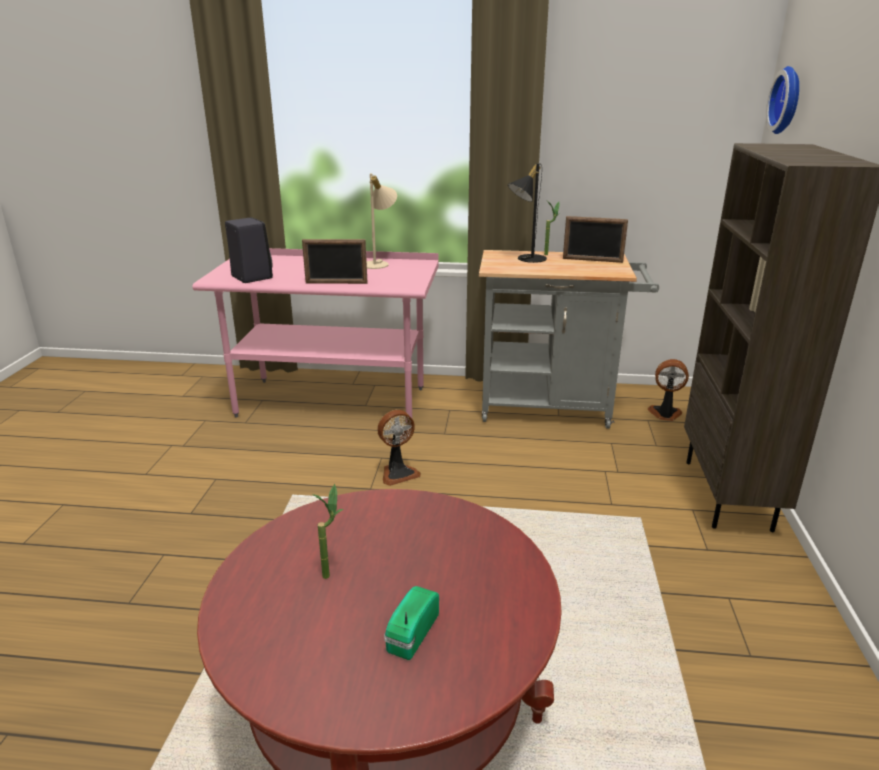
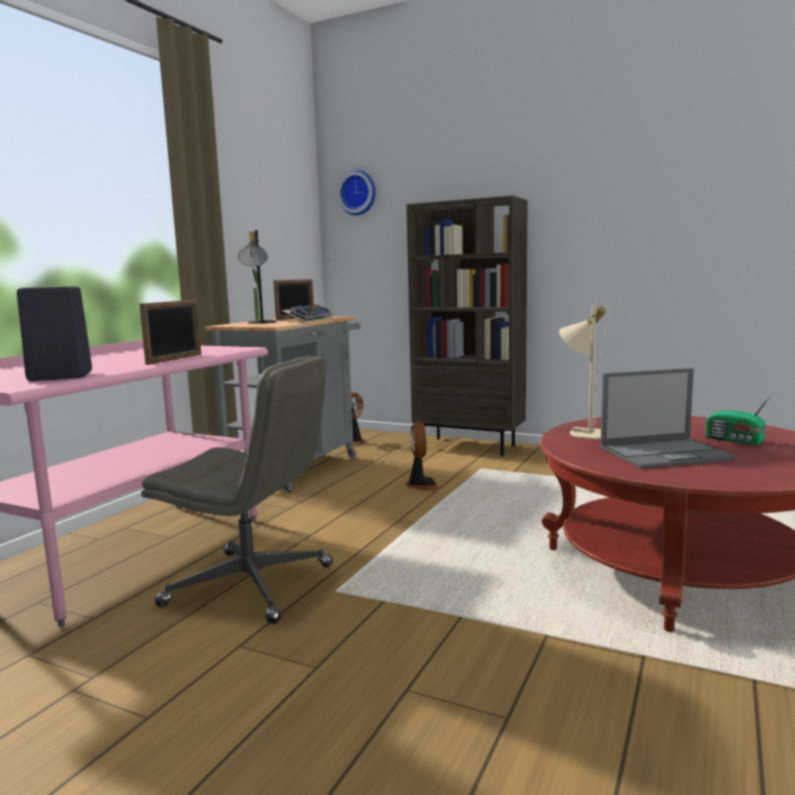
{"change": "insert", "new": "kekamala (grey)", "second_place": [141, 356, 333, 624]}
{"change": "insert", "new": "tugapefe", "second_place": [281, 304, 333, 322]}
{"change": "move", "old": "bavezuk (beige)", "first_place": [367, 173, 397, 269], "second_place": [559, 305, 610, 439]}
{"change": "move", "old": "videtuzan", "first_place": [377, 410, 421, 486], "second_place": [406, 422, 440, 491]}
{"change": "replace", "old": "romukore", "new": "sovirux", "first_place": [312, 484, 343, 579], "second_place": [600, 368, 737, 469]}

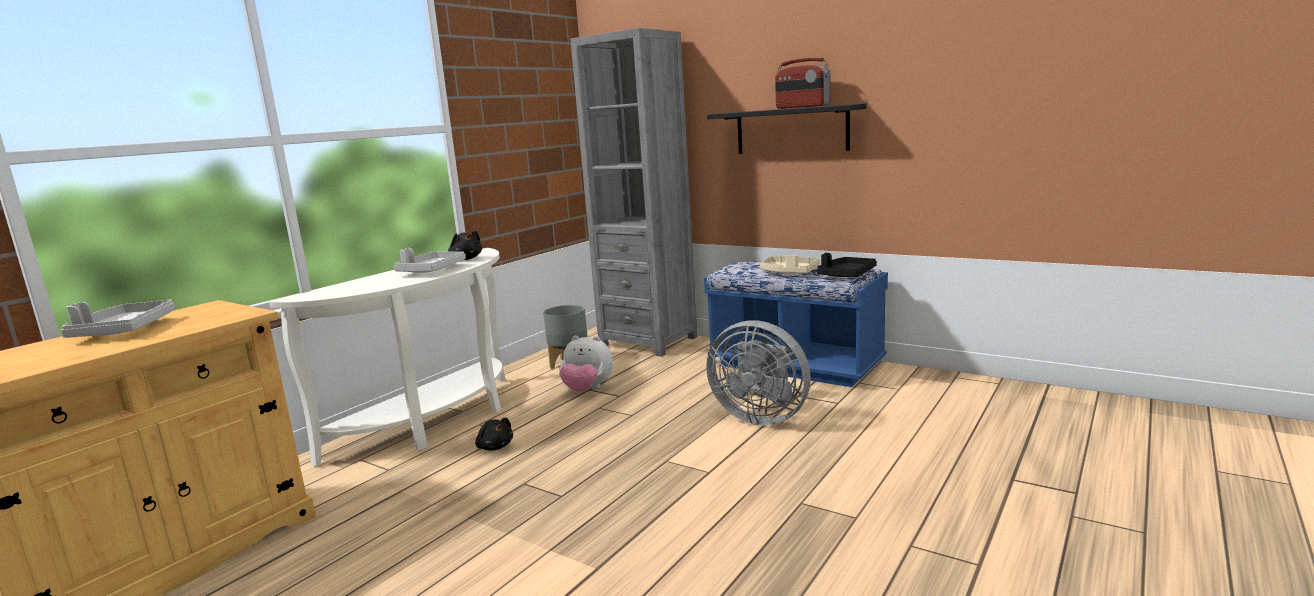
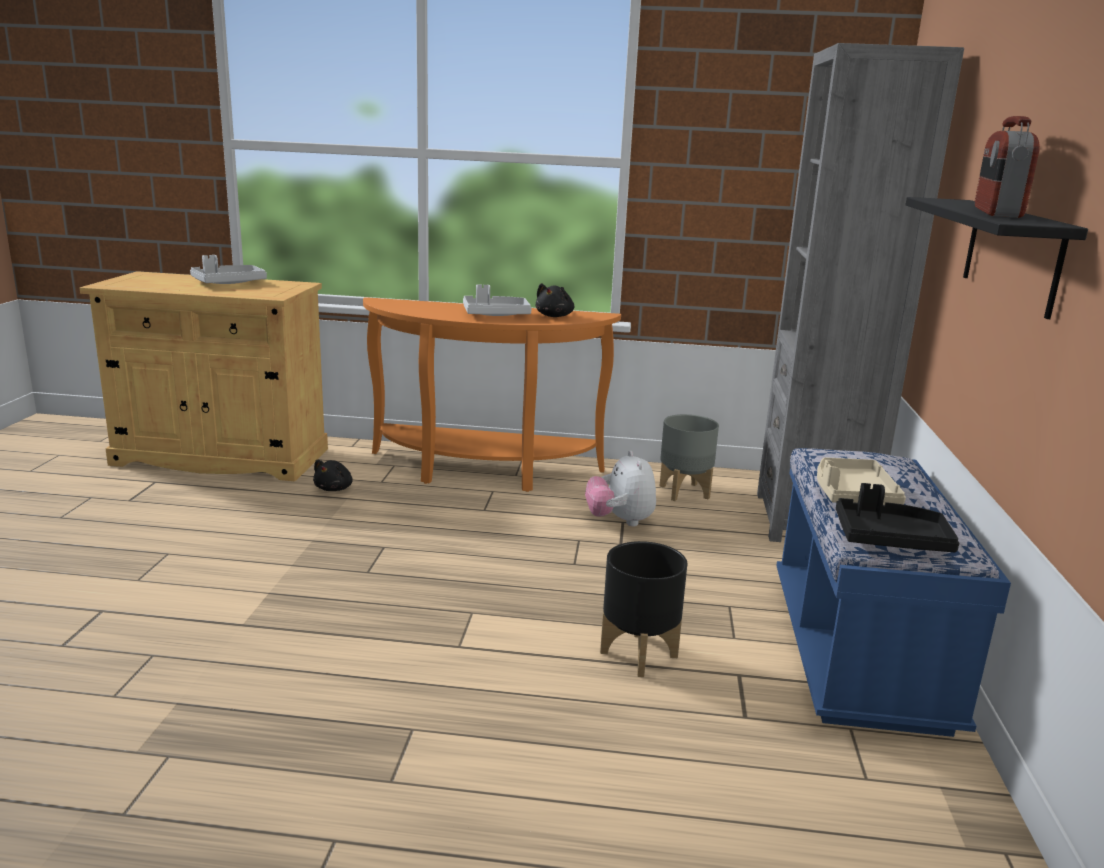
{"change": "move", "old": "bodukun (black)", "first_place": [475, 418, 513, 451], "second_place": [313, 460, 353, 491]}
{"change": "replace", "old": "videtuzan (grey)", "new": "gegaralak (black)", "first_place": [706, 320, 811, 425], "second_place": [600, 541, 688, 677]}
{"change": "recolor", "old": "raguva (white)", "new": "raguva (orange)", "first_place": [269, 248, 506, 467], "second_place": [363, 297, 621, 492]}

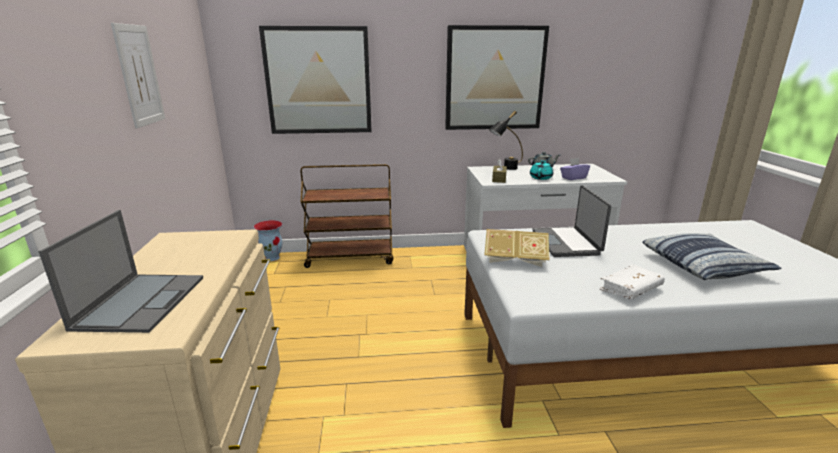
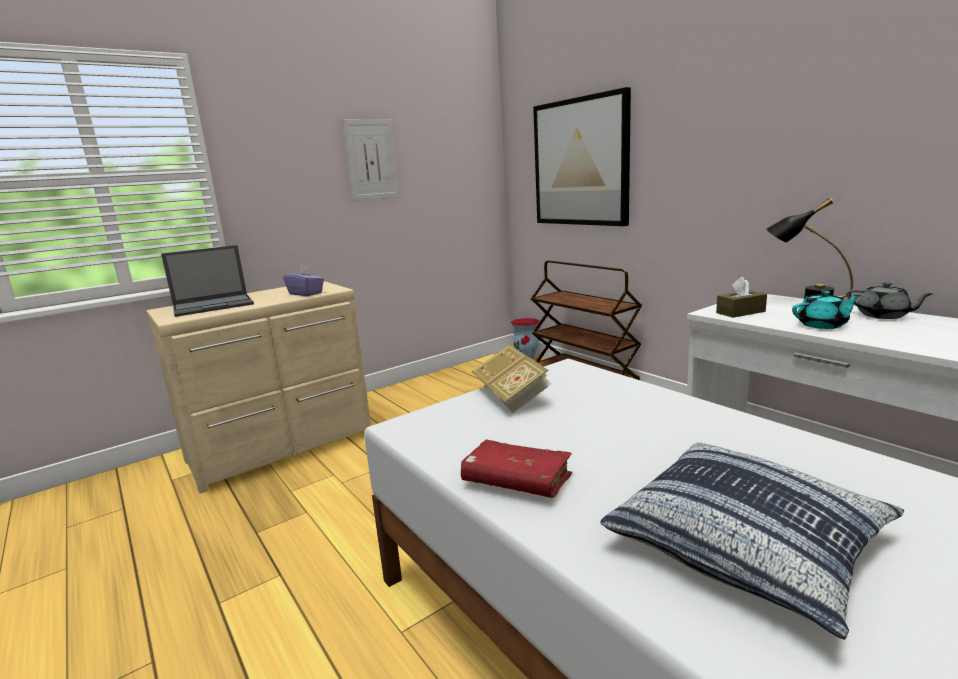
{"change": "delete", "old": "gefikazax", "first_place": [445, 25, 549, 130]}
{"change": "delete", "old": "sovirux", "first_place": [532, 185, 611, 257]}
{"change": "move", "old": "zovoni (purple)", "first_place": [560, 158, 590, 180], "second_place": [283, 265, 324, 296]}
{"change": "recolor", "old": "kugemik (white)", "new": "kugemik (red)", "first_place": [600, 264, 665, 300], "second_place": [461, 440, 572, 498]}

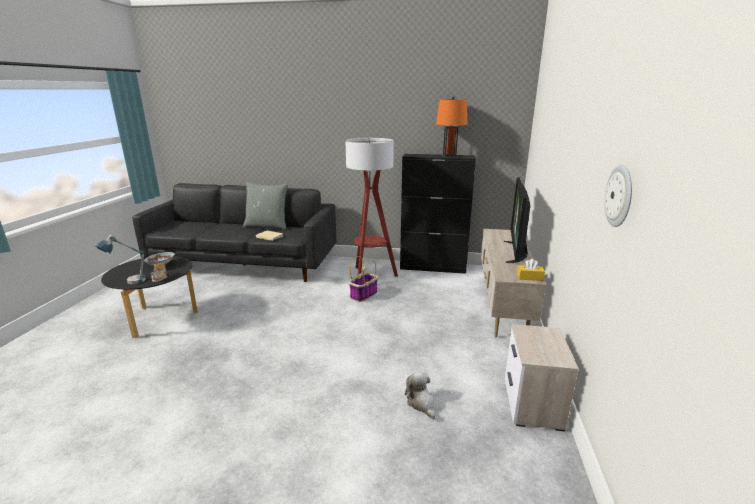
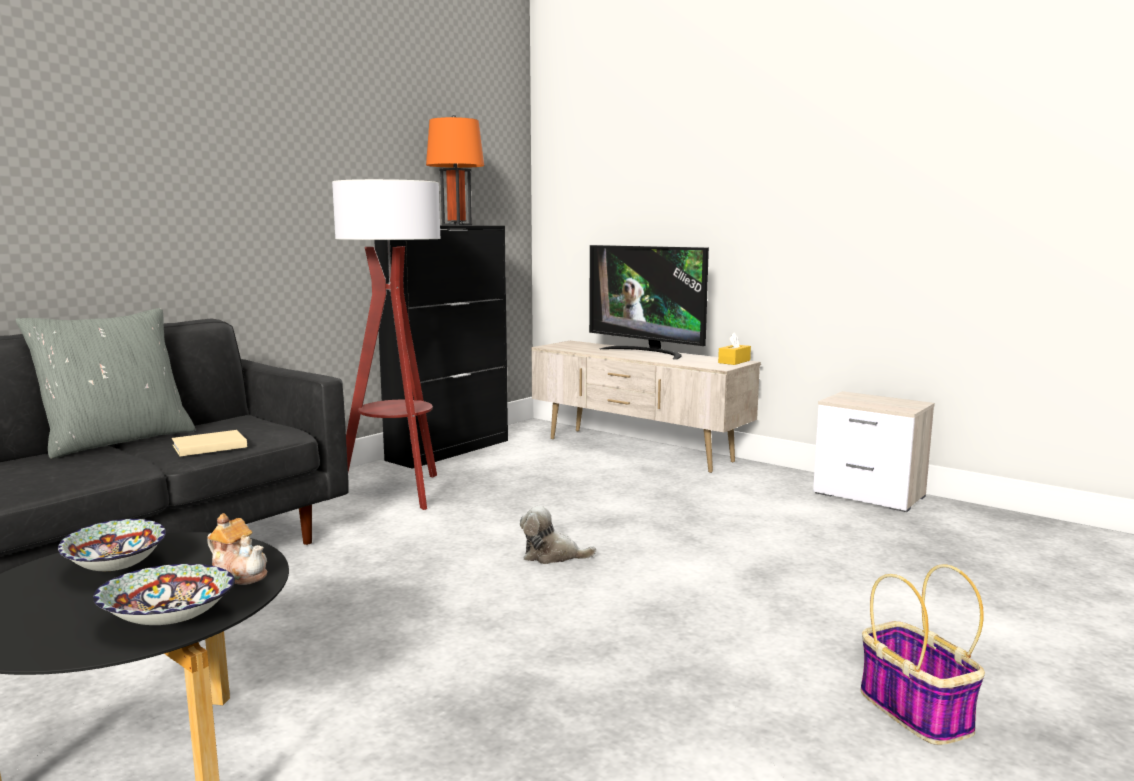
{"change": "delete", "old": "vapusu", "first_place": [605, 165, 632, 227]}
{"change": "move", "old": "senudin", "first_place": [349, 256, 378, 302], "second_place": [861, 564, 985, 745]}
{"change": "move", "old": "bodukun", "first_place": [405, 372, 435, 419], "second_place": [520, 506, 596, 564]}
{"change": "replace", "old": "bavezuk", "new": "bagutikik", "first_place": [95, 235, 146, 284], "second_place": [93, 564, 235, 625]}

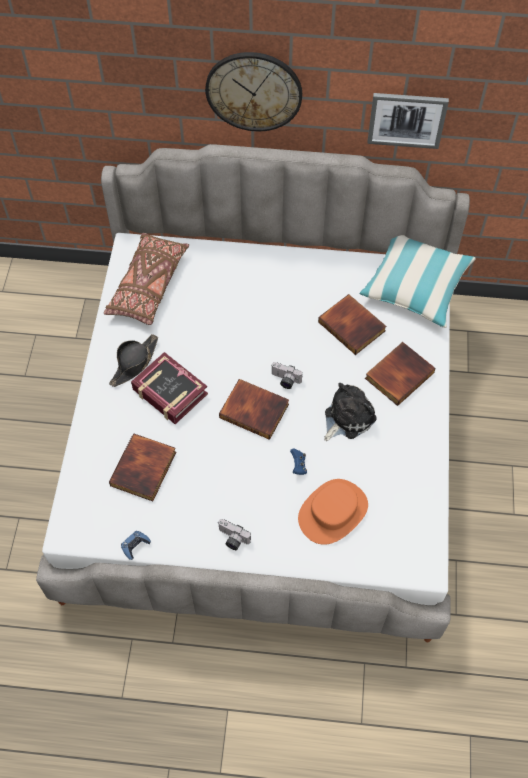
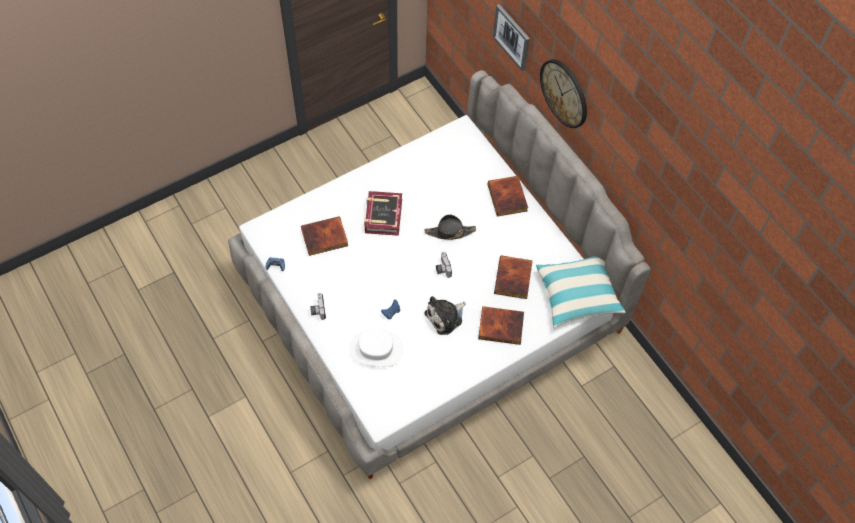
{"change": "delete", "old": "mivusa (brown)", "first_place": [104, 233, 189, 325]}
{"change": "move", "old": "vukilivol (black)", "first_place": [109, 334, 158, 387], "second_place": [425, 214, 476, 240]}
{"change": "move", "old": "kugemik", "first_place": [219, 379, 289, 440], "second_place": [488, 176, 528, 216]}
{"change": "move", "old": "gefikazax", "first_place": [367, 93, 449, 149], "second_place": [493, 4, 530, 71]}
{"change": "recolor", "old": "vukilivol (orange)", "new": "vukilivol (white)", "first_place": [298, 479, 368, 545], "second_place": [349, 329, 404, 367]}
{"change": "rotate", "old": "bodukun", "first_place": [324, 383, 377, 441], "second_place": [424, 296, 465, 335], "degrees": 135}

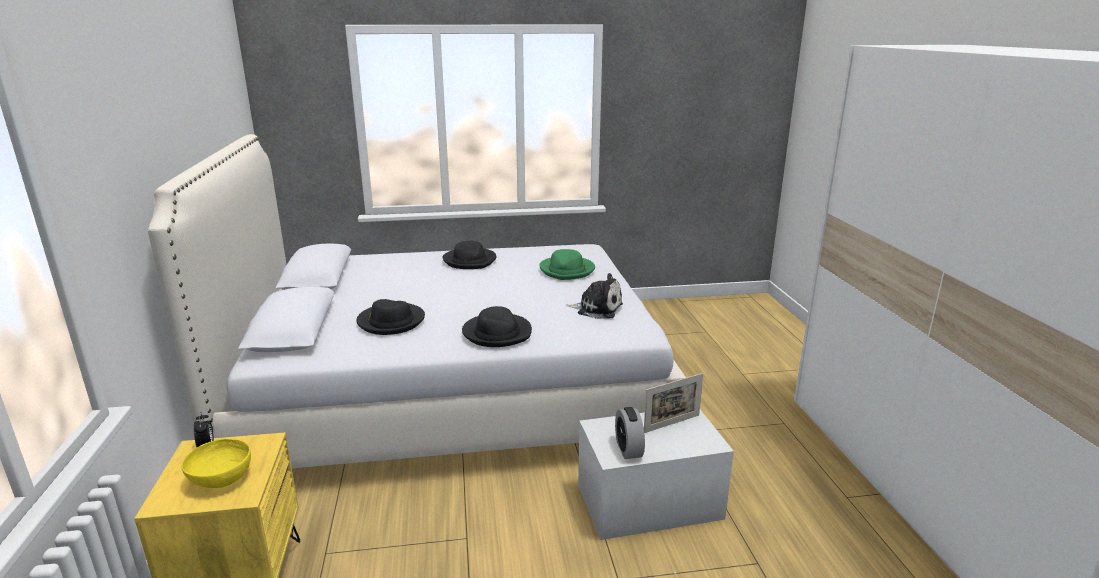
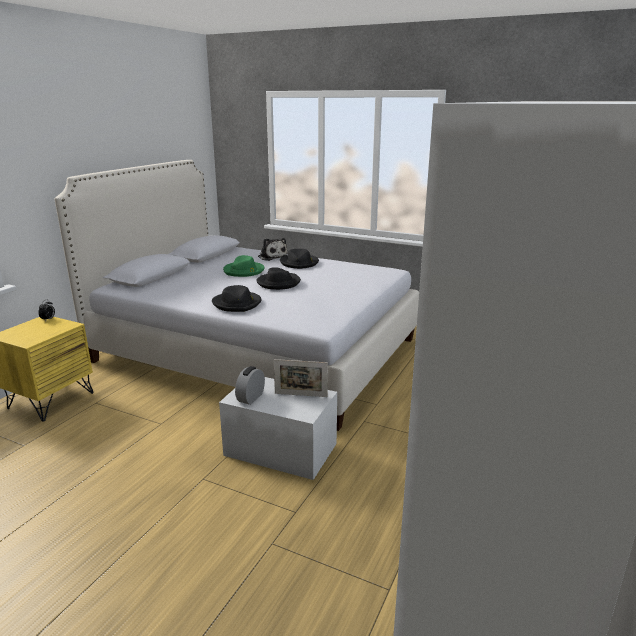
{"change": "delete", "old": "bagutikik (yellow)", "first_place": [181, 439, 251, 488]}
{"change": "move", "old": "vukilivol (black)", "first_place": [356, 299, 425, 335], "second_place": [256, 267, 301, 290]}
{"change": "move", "old": "vukilivol (green)", "first_place": [540, 249, 595, 280], "second_place": [223, 255, 265, 277]}
{"change": "move", "old": "bodukun", "first_place": [566, 273, 623, 319], "second_place": [258, 238, 287, 261]}

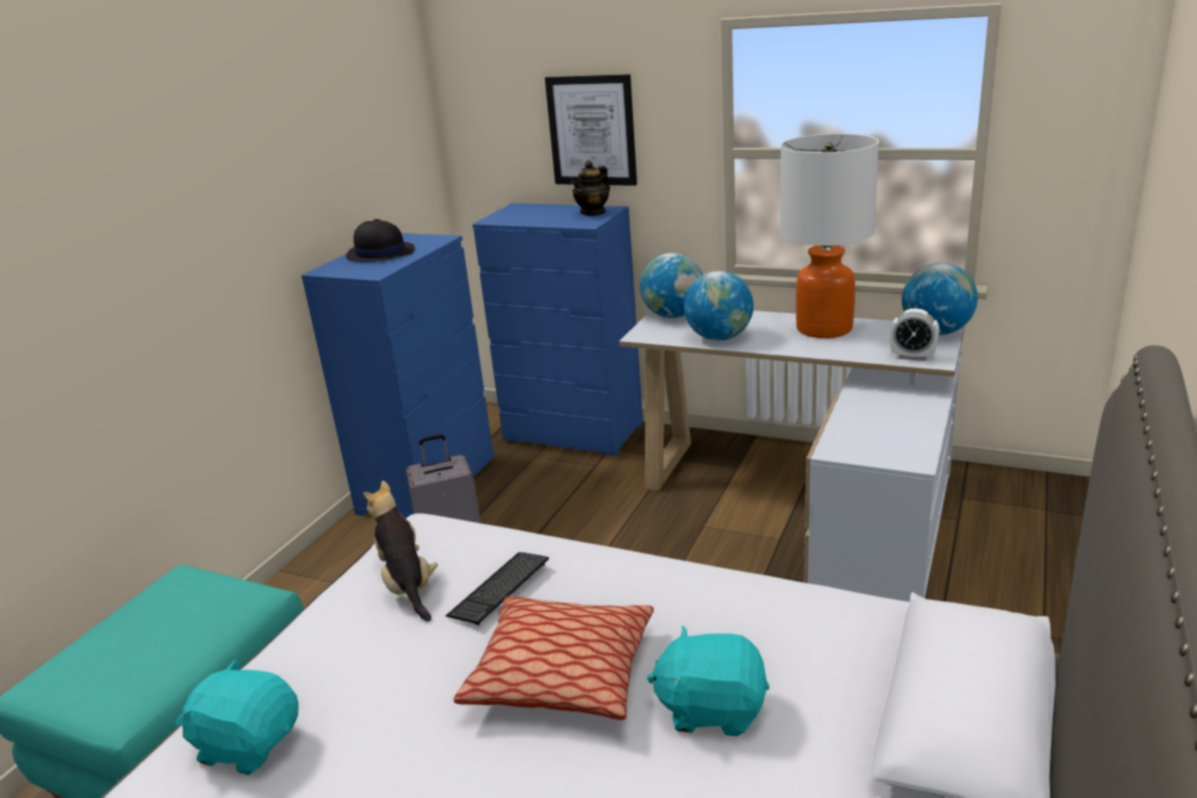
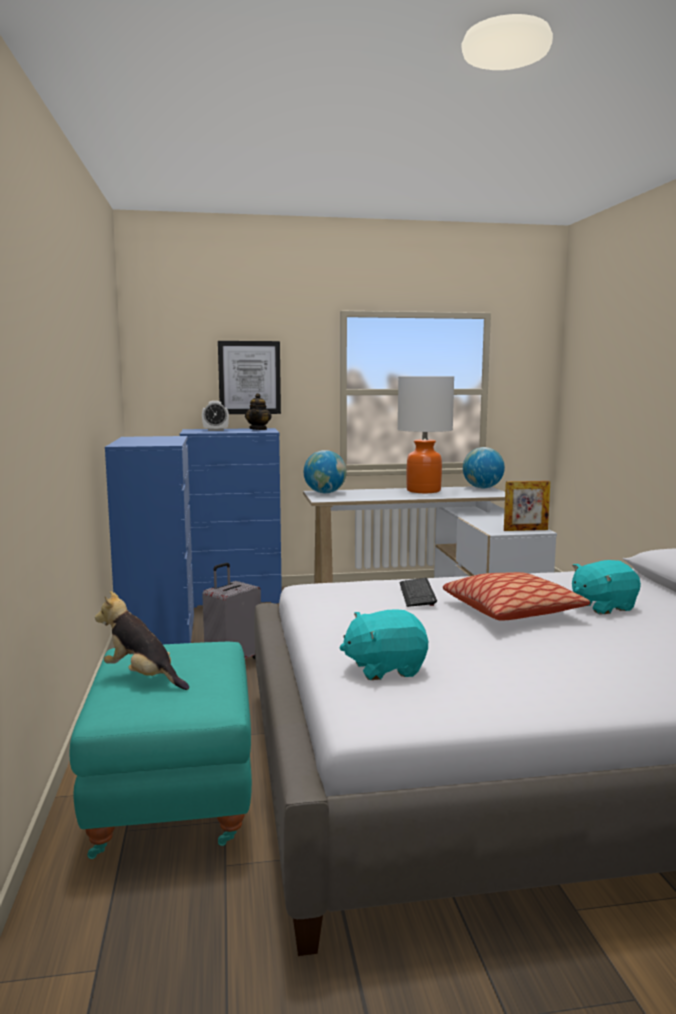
{"change": "delete", "old": "vukilivol (black)", "first_place": [346, 219, 415, 262]}
{"change": "delete", "old": "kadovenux", "first_place": [684, 271, 754, 341]}
{"change": "insert", "new": "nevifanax", "second_place": [504, 481, 550, 531]}
{"change": "move", "old": "bodukun", "first_place": [363, 481, 438, 622], "second_place": [95, 591, 189, 690]}
{"change": "move", "old": "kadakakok", "first_place": [890, 309, 939, 361], "second_place": [202, 401, 229, 431]}

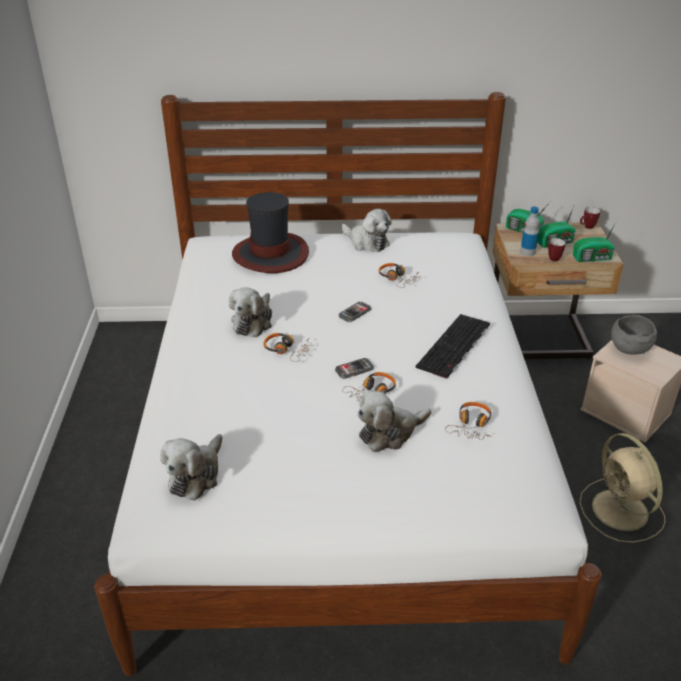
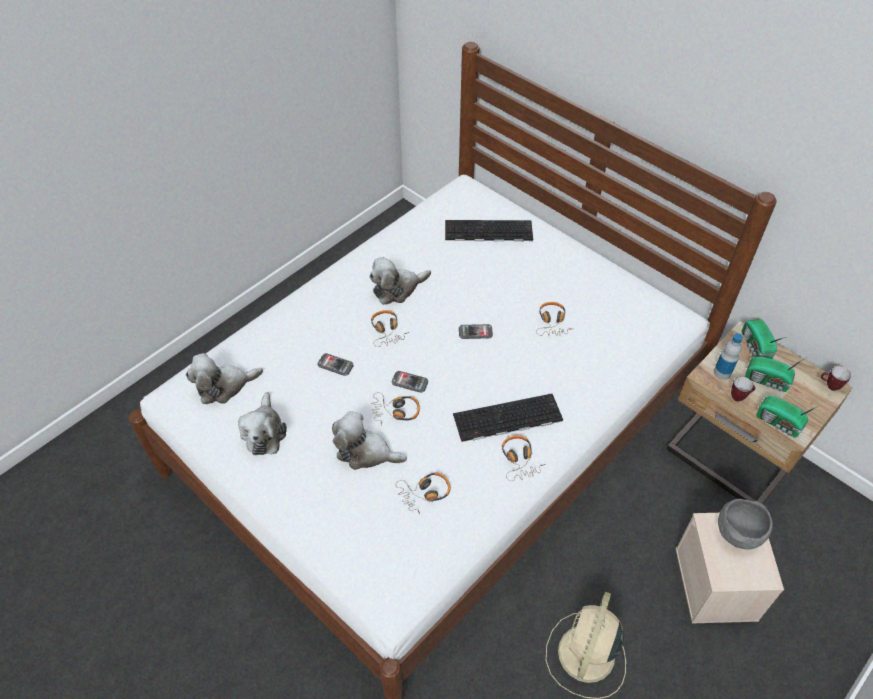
{"change": "insert", "new": "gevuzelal", "second_place": [317, 353, 354, 376]}
{"change": "insert", "new": "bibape", "second_place": [502, 435, 546, 481]}
{"change": "move", "old": "bodukun", "first_place": [342, 209, 392, 252], "second_place": [238, 392, 287, 455]}
{"change": "replace", "old": "vukilivol", "new": "tugapefe", "first_place": [232, 192, 309, 273], "second_place": [445, 220, 533, 241]}

